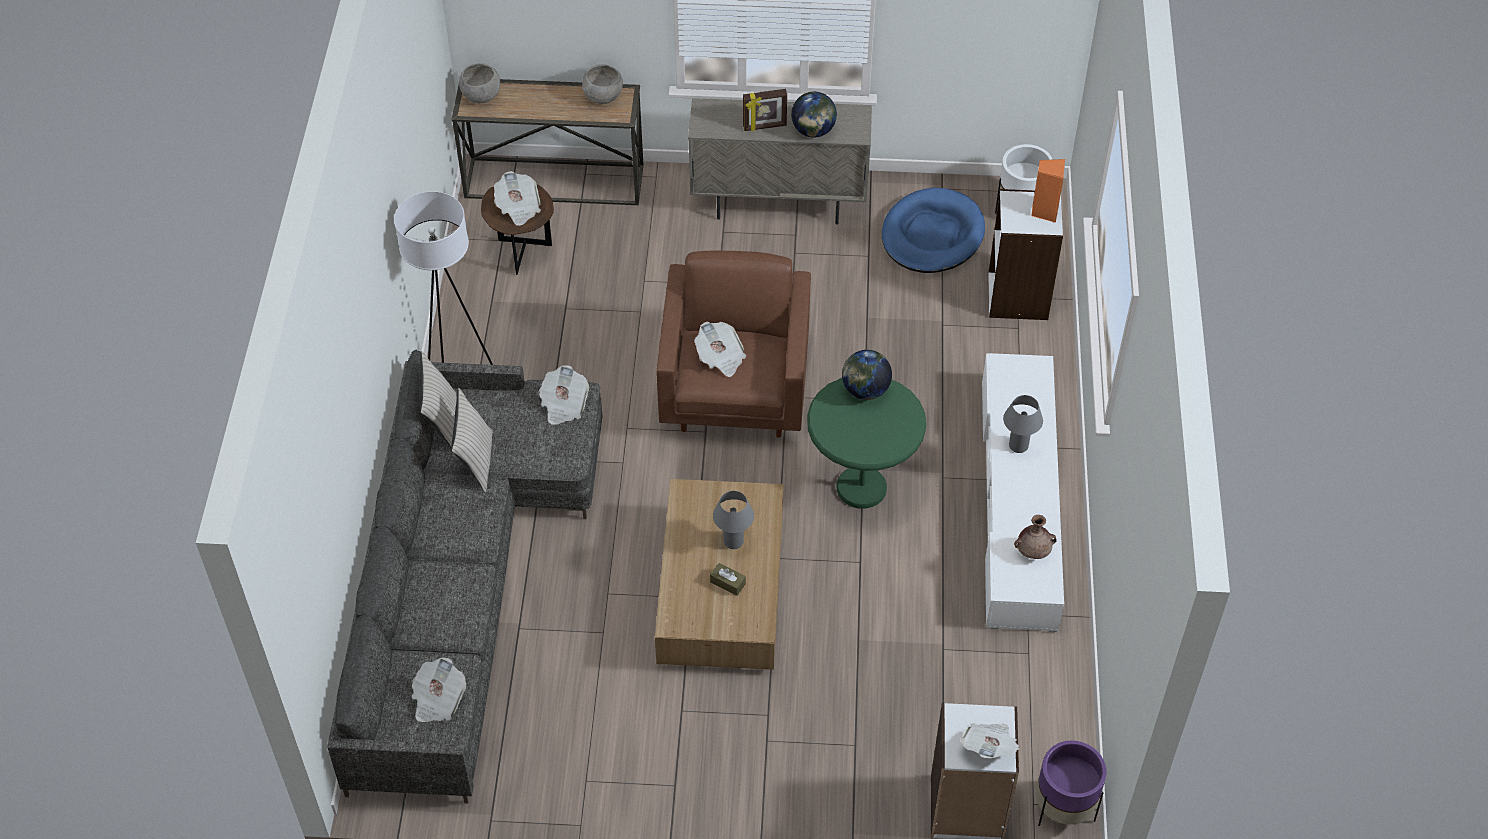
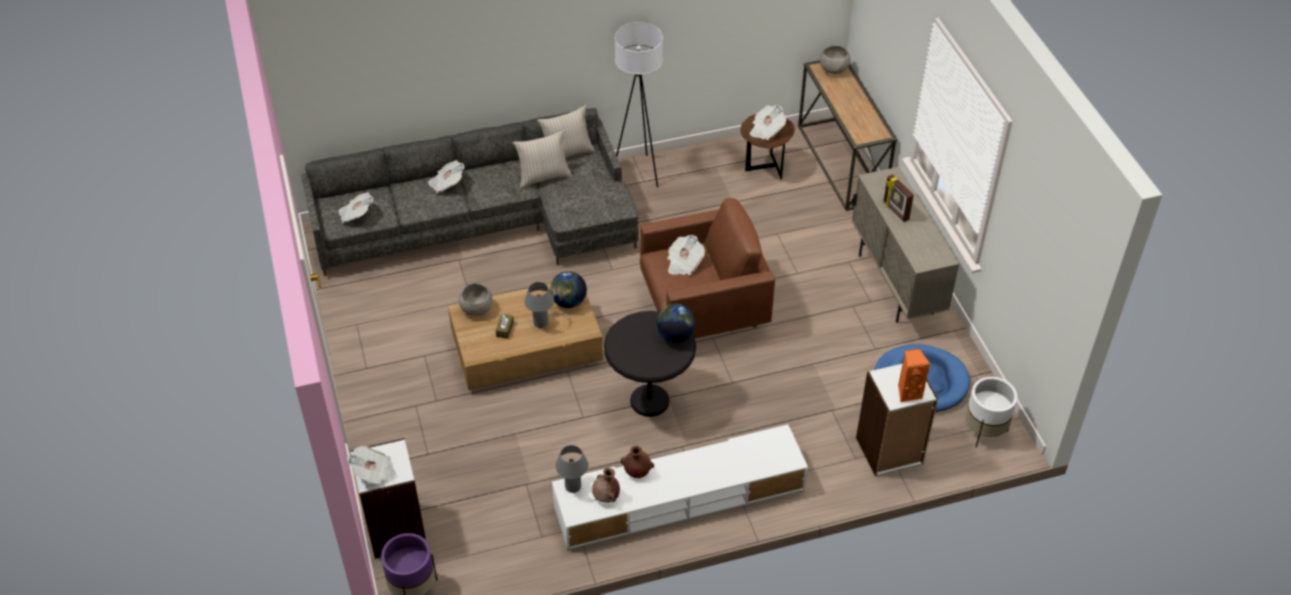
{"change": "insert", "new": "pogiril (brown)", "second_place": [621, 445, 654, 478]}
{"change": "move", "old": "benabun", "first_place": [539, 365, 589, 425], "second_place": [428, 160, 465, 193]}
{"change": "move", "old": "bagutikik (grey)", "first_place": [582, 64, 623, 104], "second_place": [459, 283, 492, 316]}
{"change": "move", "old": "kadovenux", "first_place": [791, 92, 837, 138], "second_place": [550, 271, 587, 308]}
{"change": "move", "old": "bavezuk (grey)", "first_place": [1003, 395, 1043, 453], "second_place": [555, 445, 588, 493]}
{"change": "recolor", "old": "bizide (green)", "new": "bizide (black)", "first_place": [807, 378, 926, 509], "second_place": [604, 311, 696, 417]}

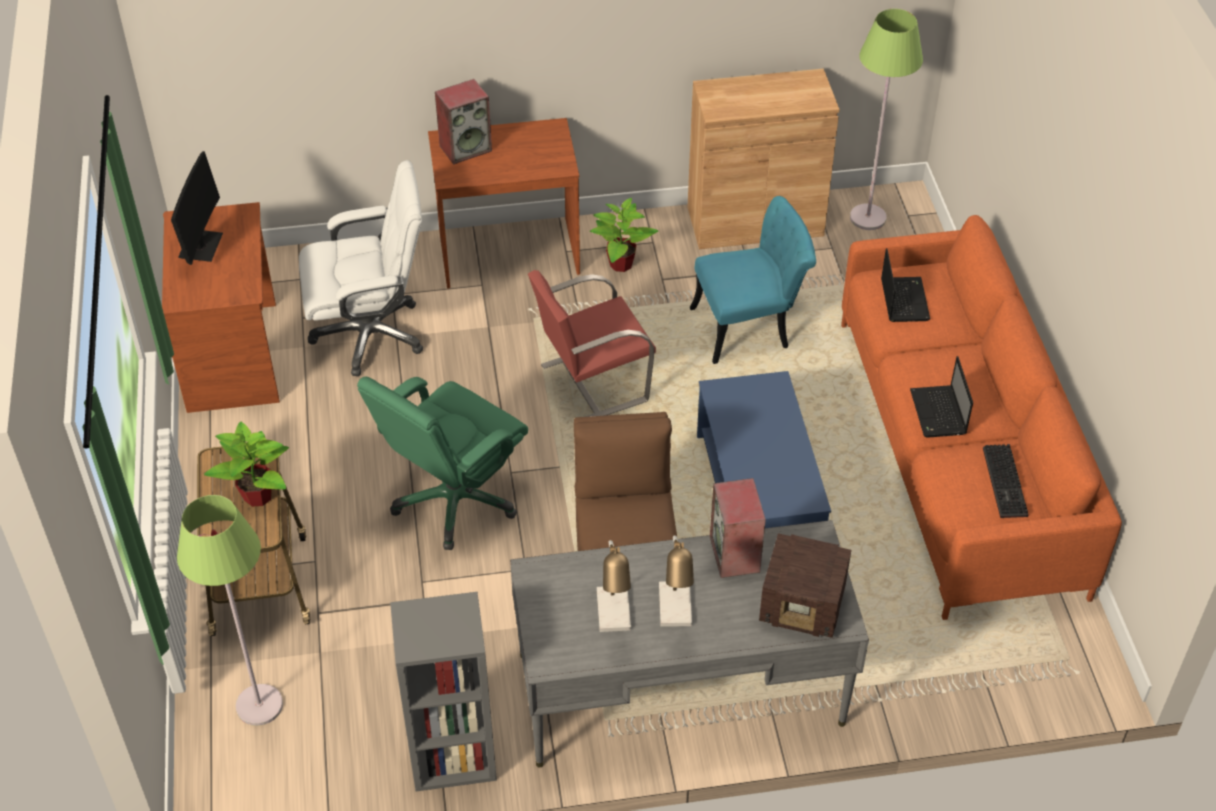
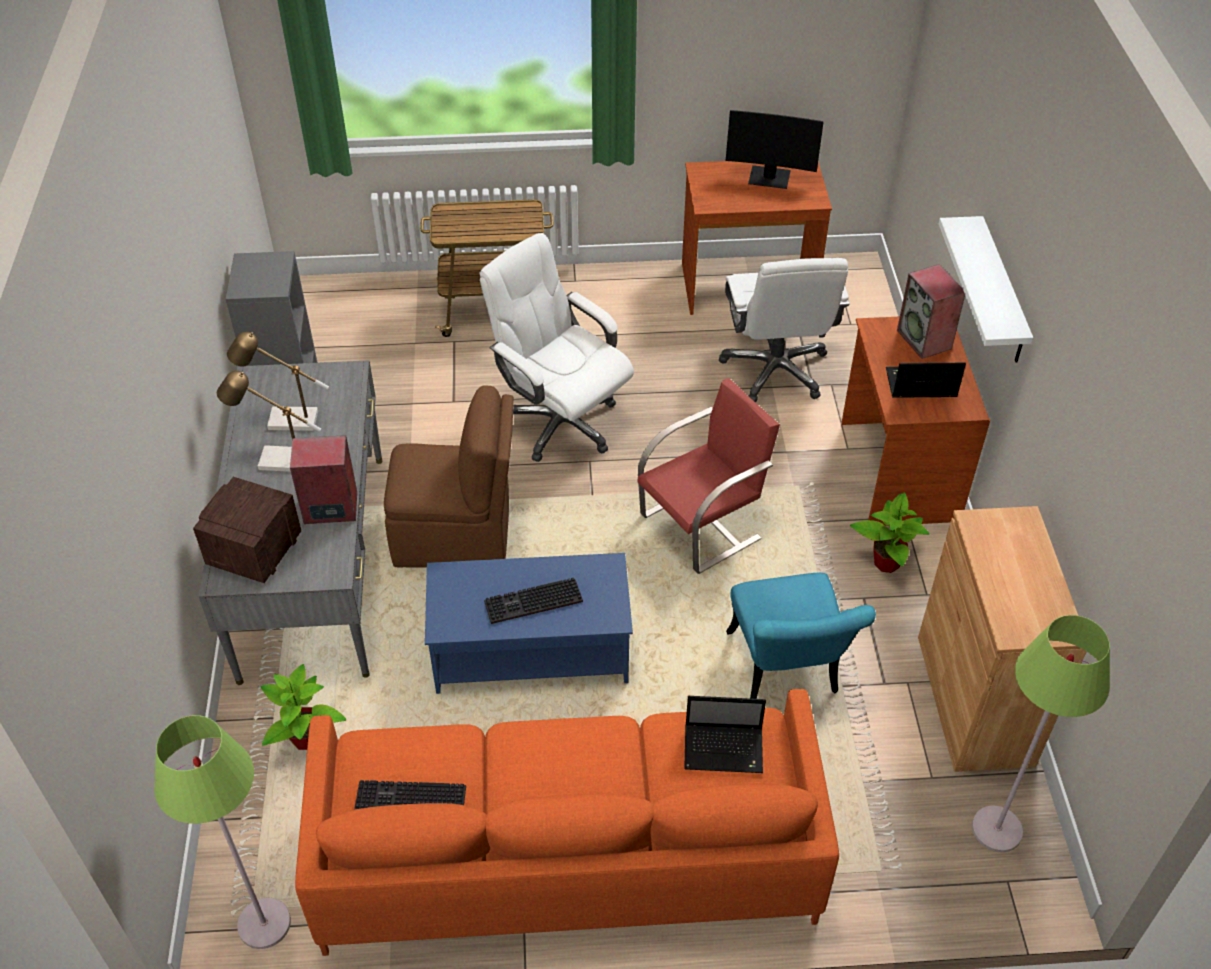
{"change": "insert", "new": "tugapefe", "second_place": [484, 578, 583, 624]}
{"change": "insert", "new": "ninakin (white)", "second_place": [939, 216, 1033, 362]}
{"change": "move", "old": "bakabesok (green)", "first_place": [177, 495, 283, 726], "second_place": [154, 715, 291, 949]}
{"change": "move", "old": "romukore", "first_place": [204, 422, 289, 507], "second_place": [261, 664, 346, 750]}
{"change": "move", "old": "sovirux", "first_place": [910, 356, 973, 438], "second_place": [886, 363, 966, 398]}
{"change": "recolor", "old": "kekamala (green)", "new": "kekamala (white)", "first_place": [357, 376, 528, 550], "second_place": [479, 233, 634, 462]}
{"change": "rotate", "old": "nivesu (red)", "first_place": [528, 270, 656, 417], "second_place": [637, 378, 780, 574], "degrees": 75}

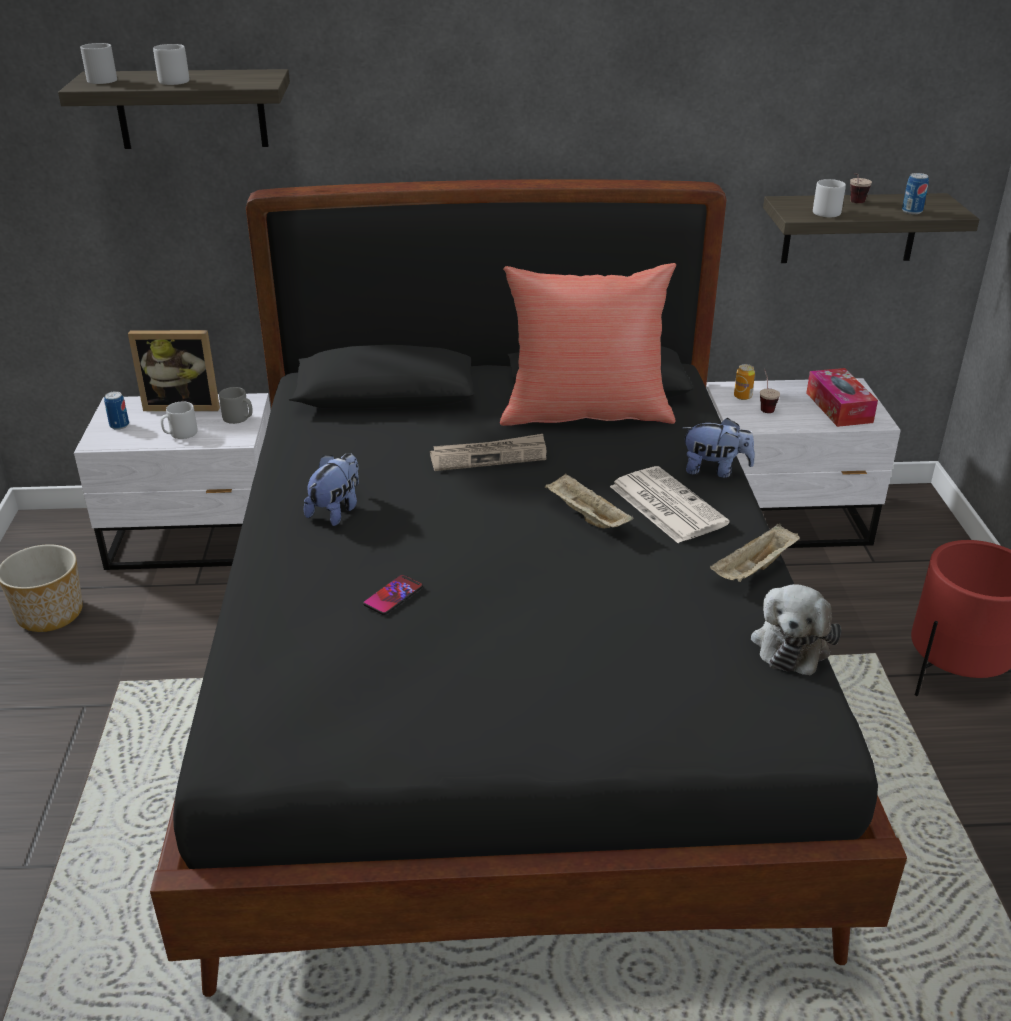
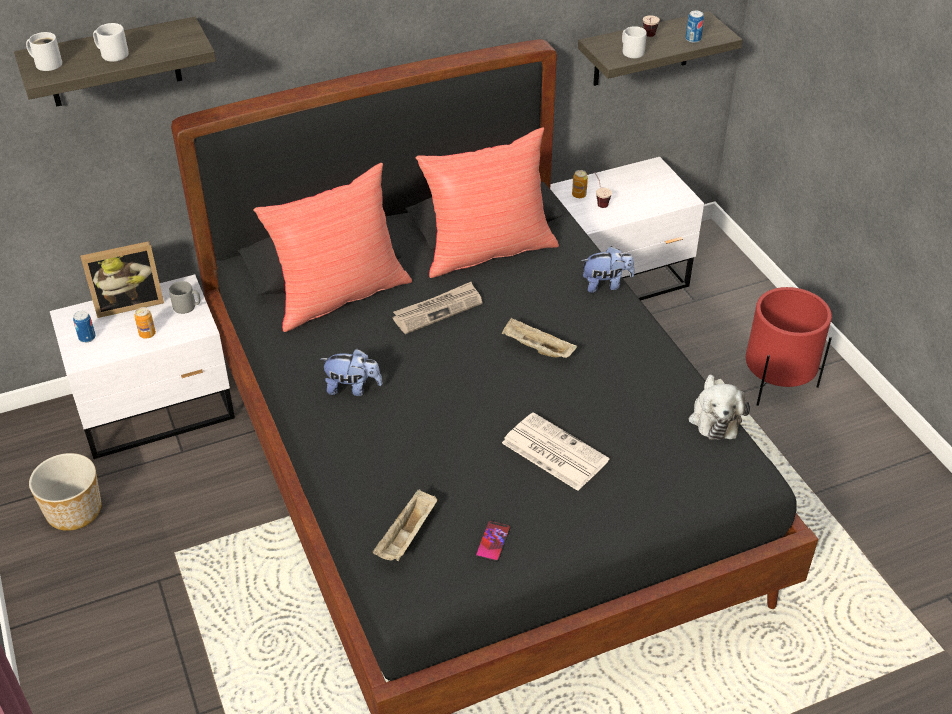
{"change": "delete", "old": "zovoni", "first_place": [806, 368, 878, 427]}
{"change": "insert", "new": "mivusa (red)", "second_place": [253, 163, 412, 332]}
{"change": "move", "old": "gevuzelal", "first_place": [363, 574, 423, 615], "second_place": [476, 521, 510, 562]}
{"change": "move", "old": "benabun", "first_place": [610, 466, 730, 543], "second_place": [502, 412, 609, 491]}
{"change": "move", "old": "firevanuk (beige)", "first_place": [710, 524, 800, 582], "second_place": [373, 489, 437, 561]}
{"change": "replace", "old": "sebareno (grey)", "new": "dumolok", "first_place": [160, 402, 198, 439], "second_place": [134, 307, 156, 339]}
{"change": "rotate", "old": "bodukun", "first_place": [304, 453, 359, 526], "second_place": [321, 349, 382, 396], "degrees": 90}

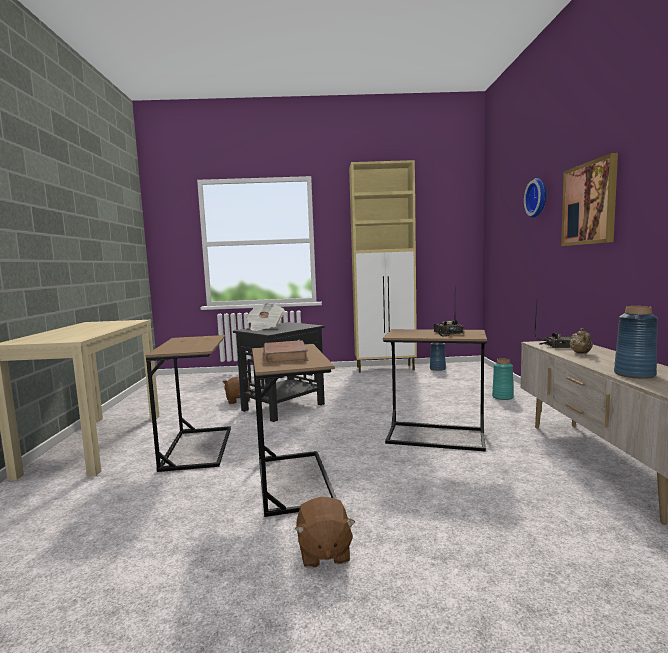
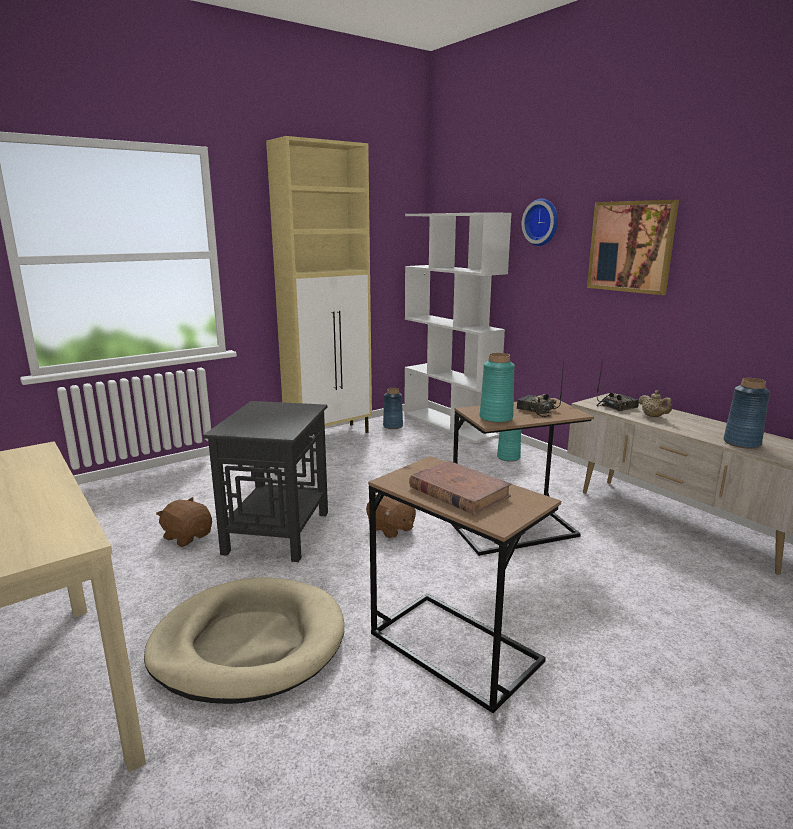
{"change": "delete", "old": "benabun", "first_place": [246, 303, 285, 331]}
{"change": "insert", "new": "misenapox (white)", "second_place": [404, 212, 512, 443]}
{"change": "insert", "new": "pogiril (turquoise)", "second_place": [480, 353, 515, 423]}
{"change": "move", "old": "bodukun (brown)", "first_place": [295, 497, 355, 568], "second_place": [366, 494, 416, 539]}
{"change": "replace", "old": "bizide (brown)", "new": "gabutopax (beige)", "first_place": [145, 335, 231, 472], "second_place": [144, 577, 344, 704]}

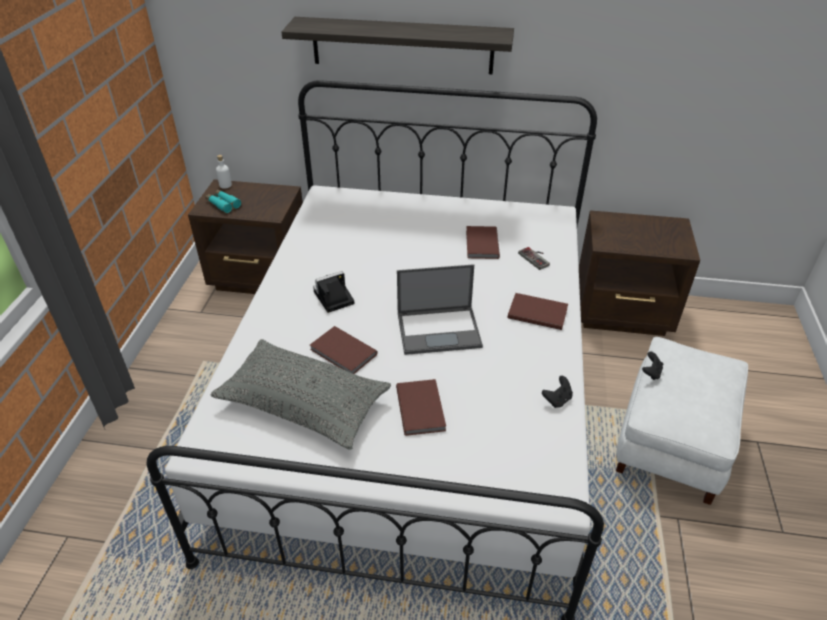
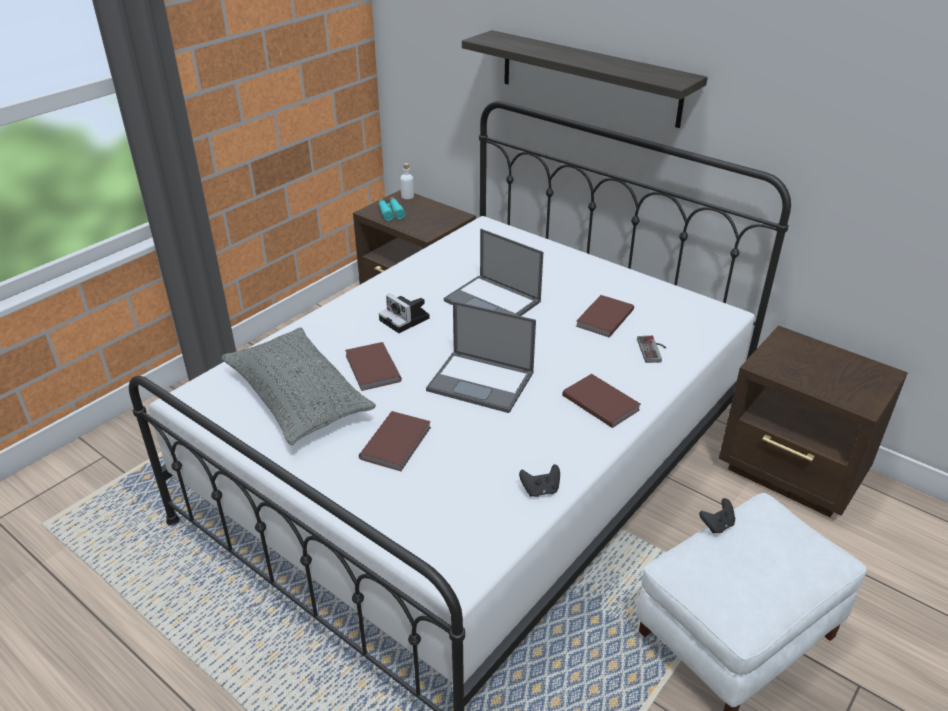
{"change": "insert", "new": "sovirux", "second_place": [444, 229, 543, 316]}
{"change": "rotate", "old": "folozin", "first_place": [313, 271, 355, 313], "second_place": [379, 294, 430, 333], "degrees": -135}

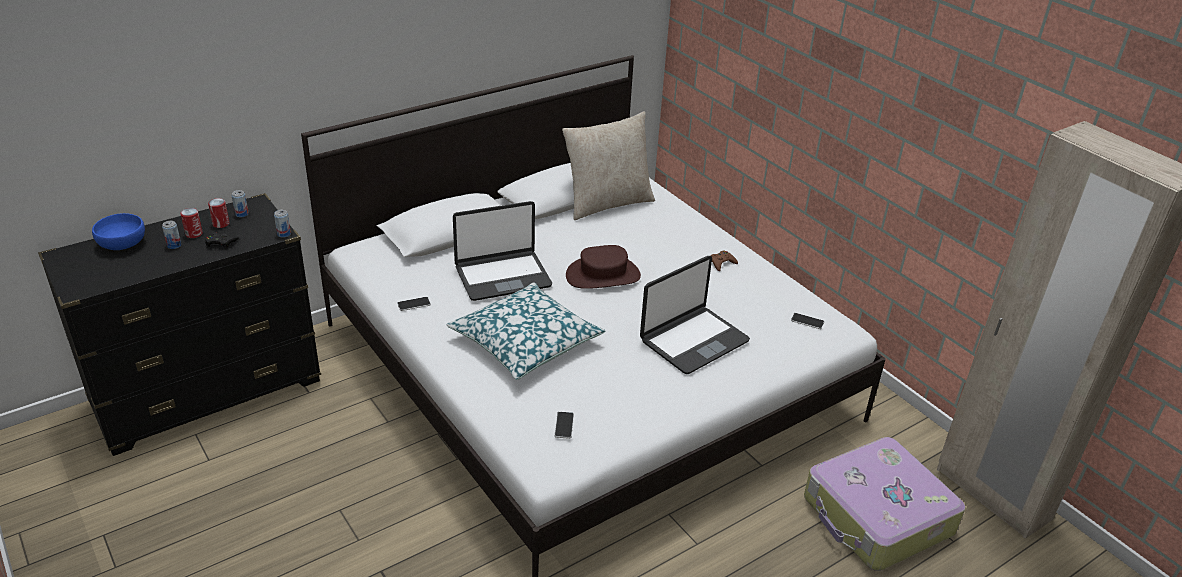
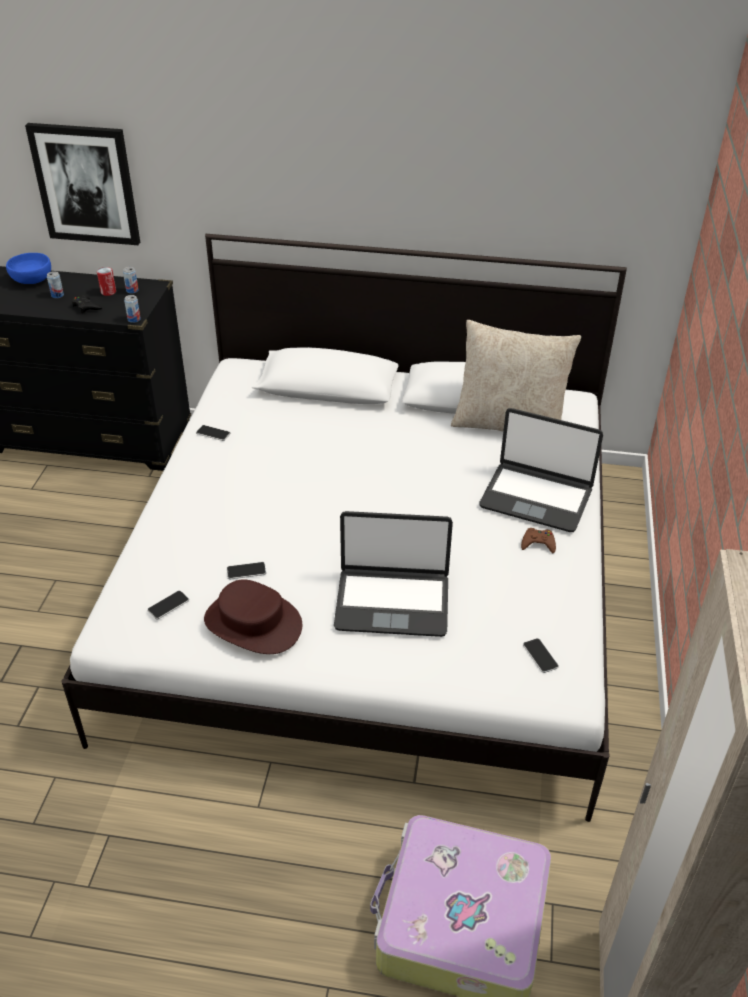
{"change": "delete", "old": "dumolok", "first_place": [180, 208, 203, 238]}
{"change": "delete", "old": "mivusa", "first_place": [447, 282, 605, 380]}
{"change": "insert", "new": "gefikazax", "second_place": [25, 123, 140, 245]}
{"change": "insert", "new": "gevuzelal", "second_place": [227, 562, 266, 580]}
{"change": "move", "old": "sovirux", "first_place": [453, 201, 552, 301], "second_place": [479, 408, 603, 532]}
{"change": "move", "old": "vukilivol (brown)", "first_place": [566, 245, 641, 289], "second_place": [204, 579, 302, 654]}

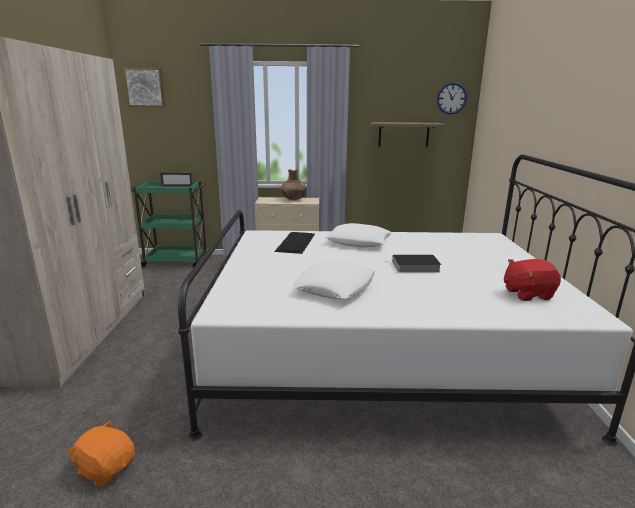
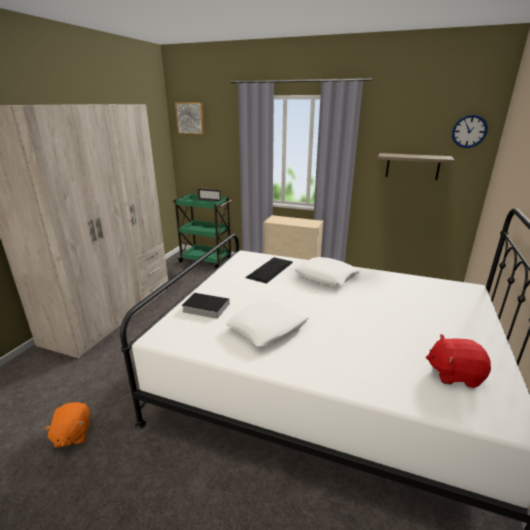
{"change": "delete", "old": "pogiril (brown)", "first_place": [281, 169, 307, 200]}
{"change": "move", "old": "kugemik", "first_place": [386, 255, 441, 273], "second_place": [181, 293, 229, 319]}
{"change": "rotate", "old": "bodukun (orange)", "first_place": [67, 420, 135, 488], "second_place": [43, 402, 90, 448], "degrees": -150}

